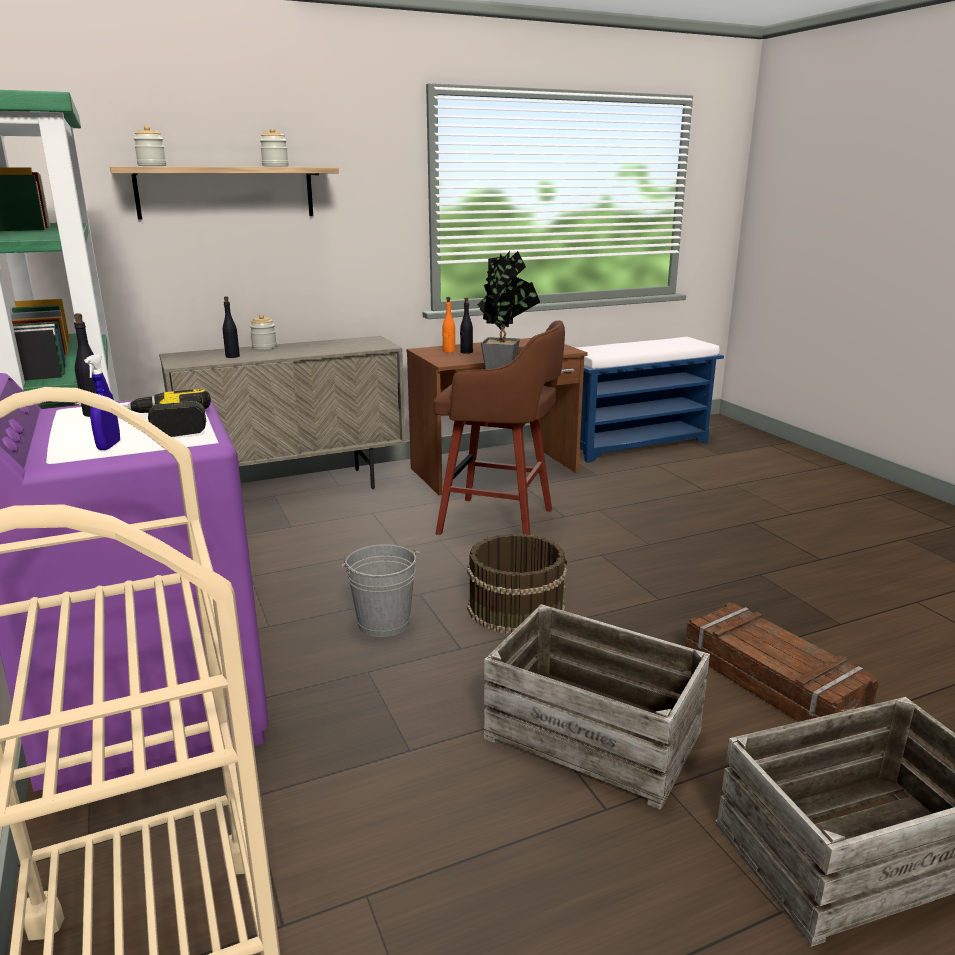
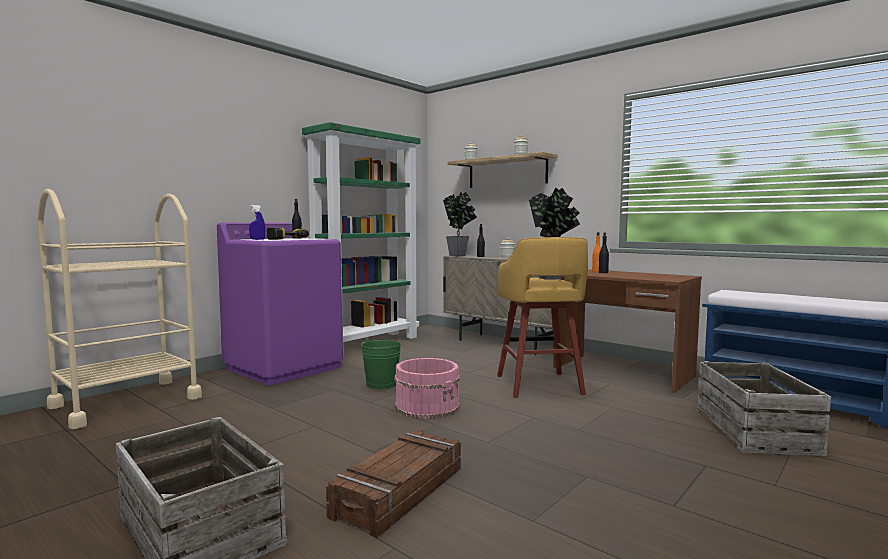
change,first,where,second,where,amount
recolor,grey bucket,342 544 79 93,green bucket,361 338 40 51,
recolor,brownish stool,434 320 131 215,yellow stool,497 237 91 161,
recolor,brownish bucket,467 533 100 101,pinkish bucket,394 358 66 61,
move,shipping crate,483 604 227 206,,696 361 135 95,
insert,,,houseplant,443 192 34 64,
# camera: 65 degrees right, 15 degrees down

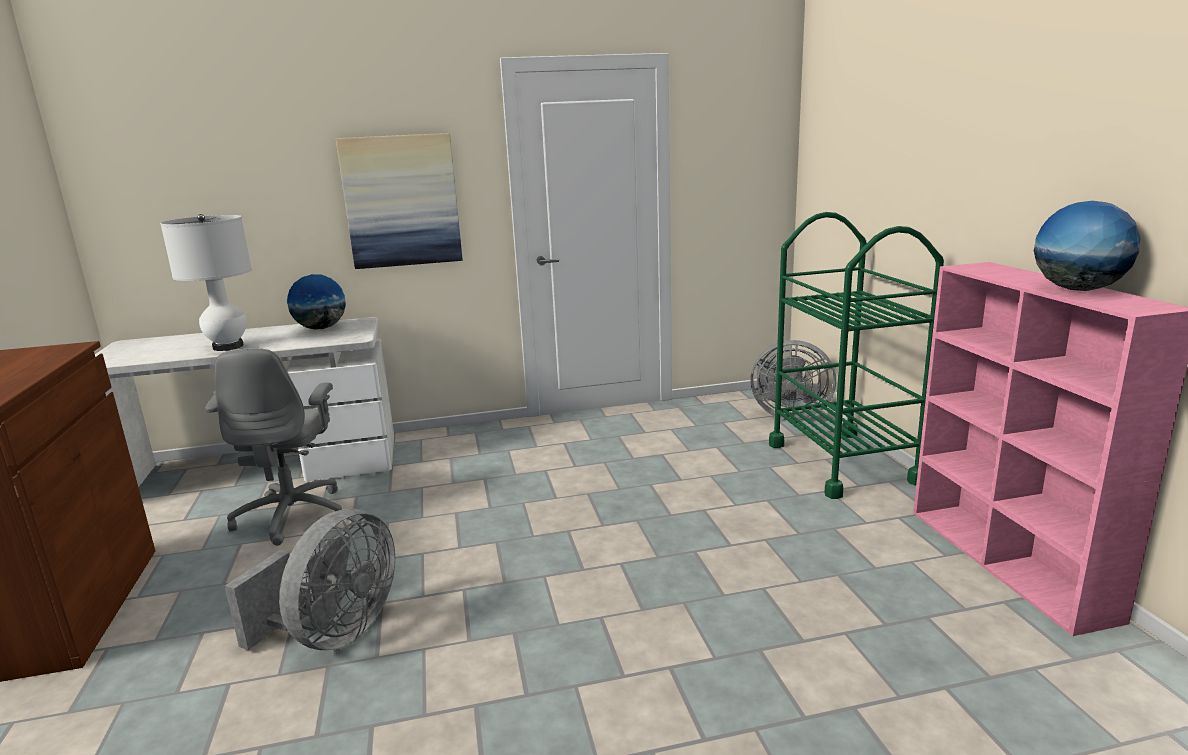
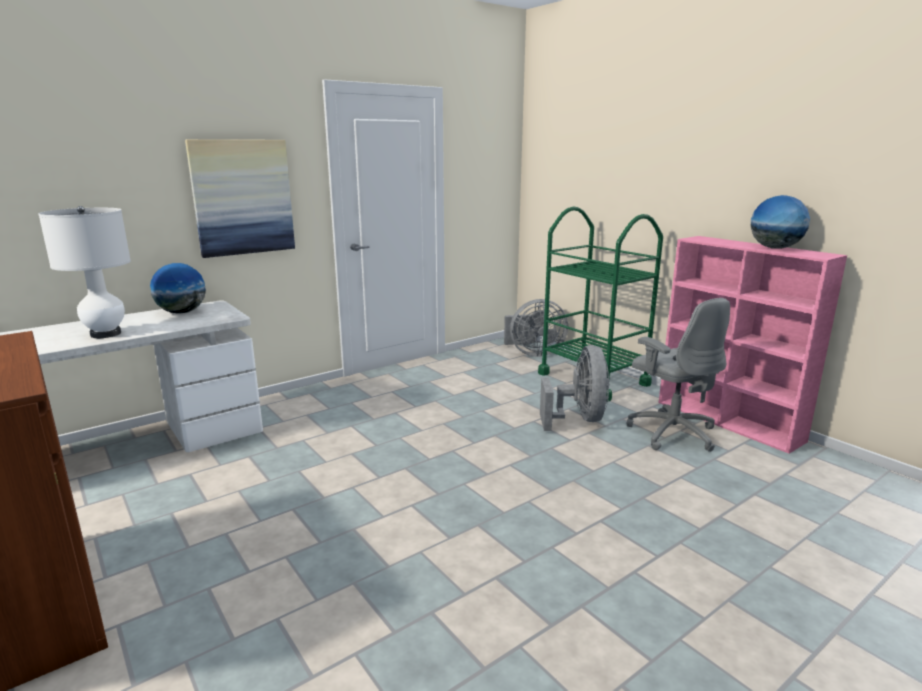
change,first,where,second,where,amount
move,grey desk chair,205 348 137 198,,626 298 104 154,
move,grey cooling fan,225 509 170 141,,540 345 70 86,
# camera: 25 degrees left, 0 degrees up

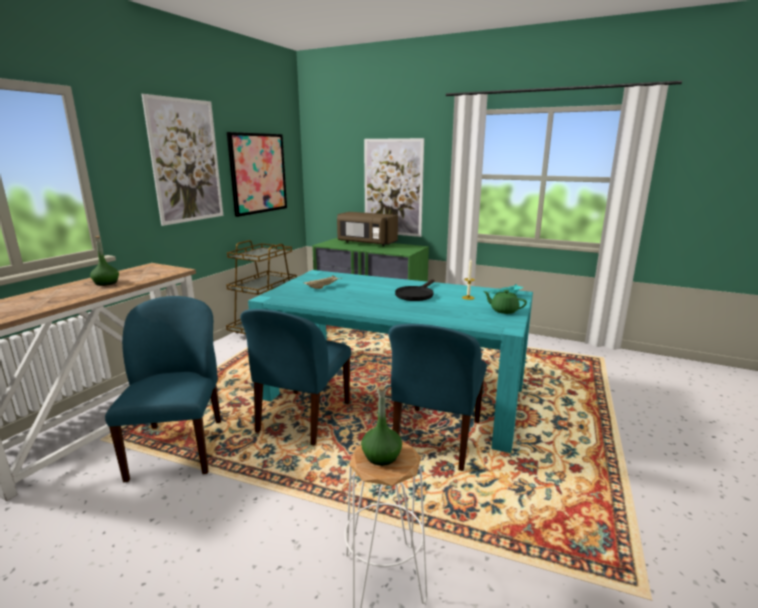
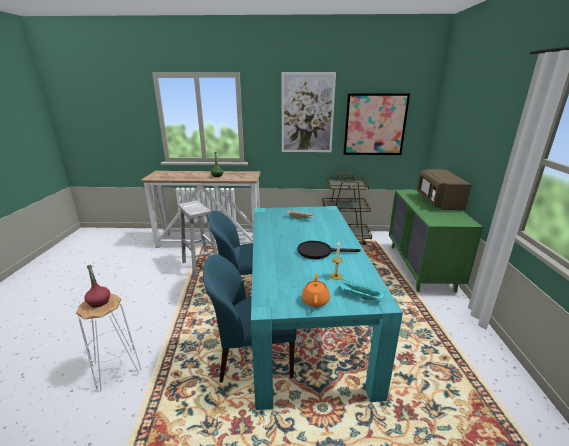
change,first,where,second,where,amount
replace,blue-coloured chair,105 296 116 186,whitish stool,178 200 40 77,
recolor,green beverage bottle,361 386 41 80,red-coloured beverage bottle,84 265 26 43,
delete,wall art,364 138 60 99,,,
recolor,green teapot,483 290 44 24,orange-coloured teapot,302 273 28 34,
# camera: 65 degrees right, 5 degrees up

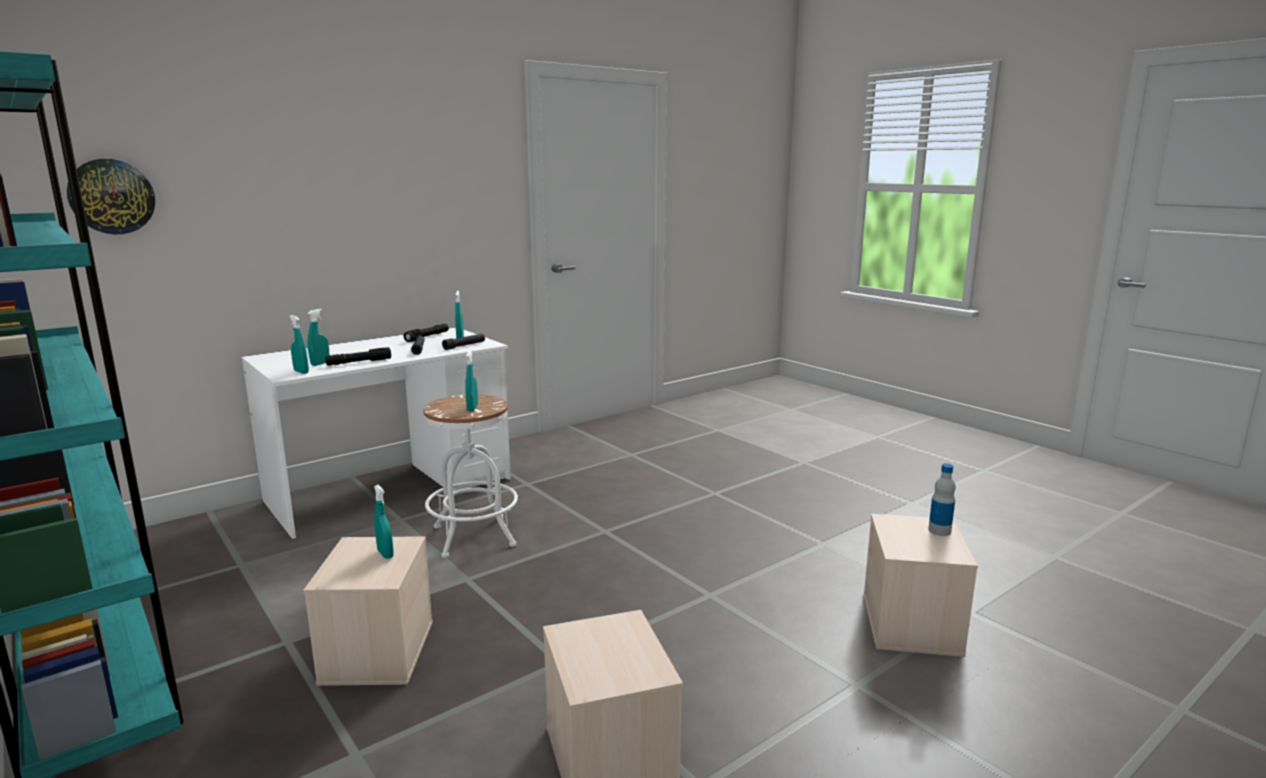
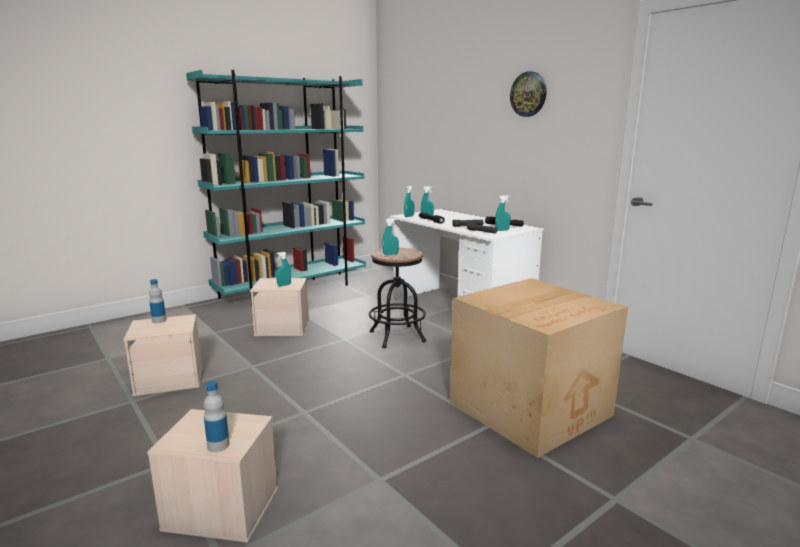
change,first,where,second,where,amount
move,clock on the wall,67 159 88 75,,510 71 37 46,
recolor,whitish stool,423 394 95 164,blackish stool,369 248 57 100,
insert,,,beverage bottle,149 279 17 44,
insert,,,carton,450 278 178 180,
# camera: 90 degrees right, 0 degrees up

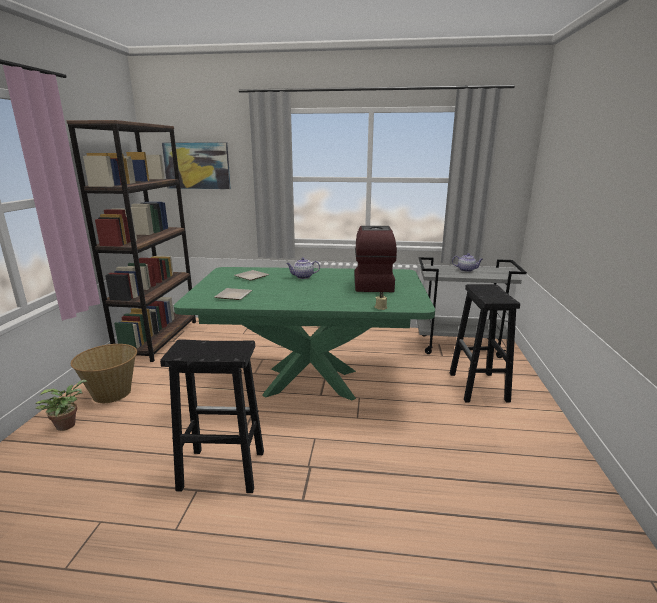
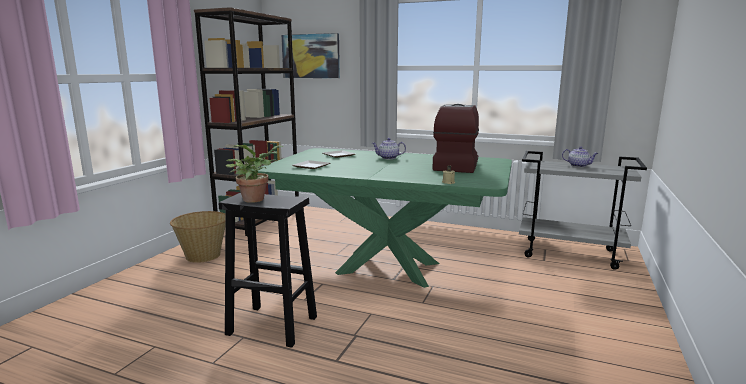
change,first,where,second,where,amount
move,houseplant,36 380 51 51,,226 145 57 58,
delete,blackish stool,450 284 70 118,,,
# camera: 15 degrees right, 5 degrees down

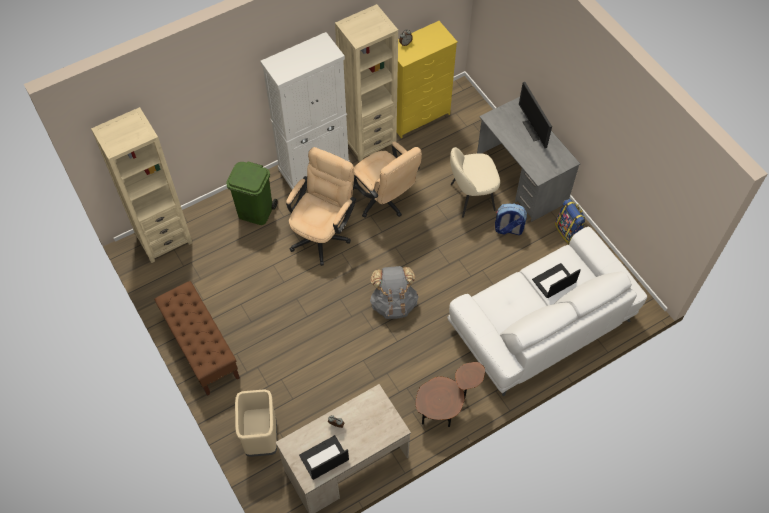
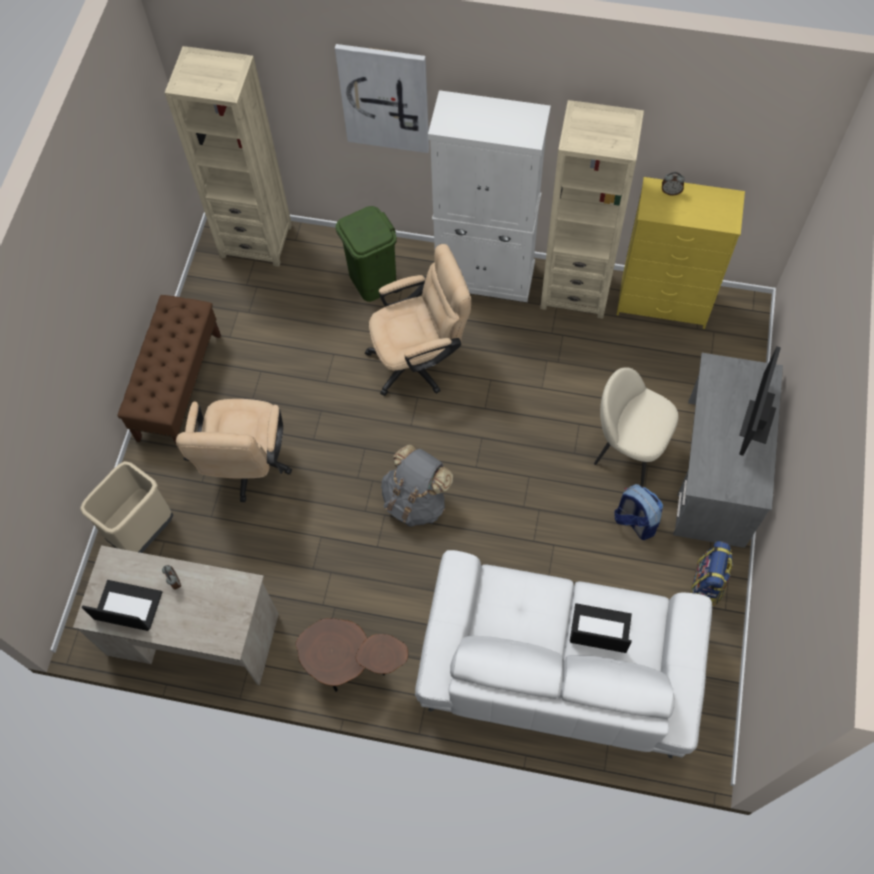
change,first,where,second,where,amount
move,beige-coloured desk chair,353 141 69 77,,176 399 116 103,
insert,,,wall art,335 44 94 109,
# camera: 45 degrees right, 5 degrees up

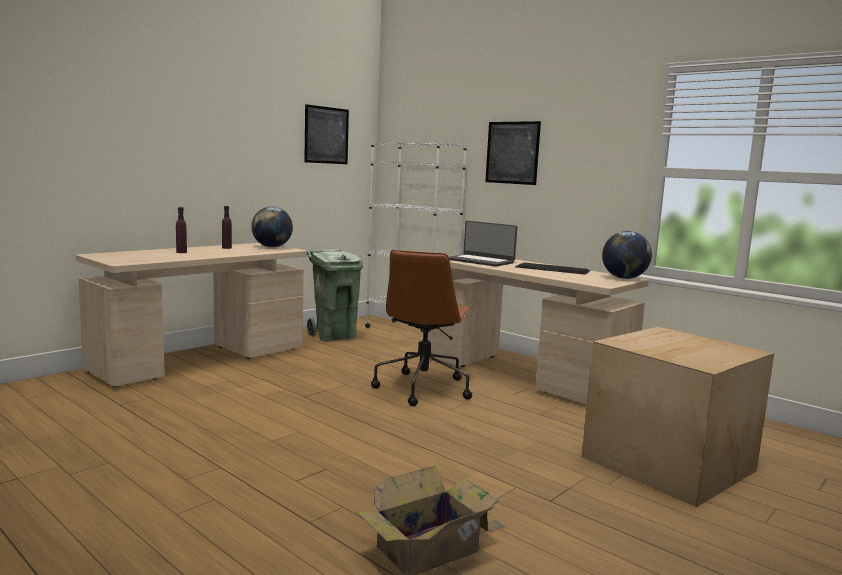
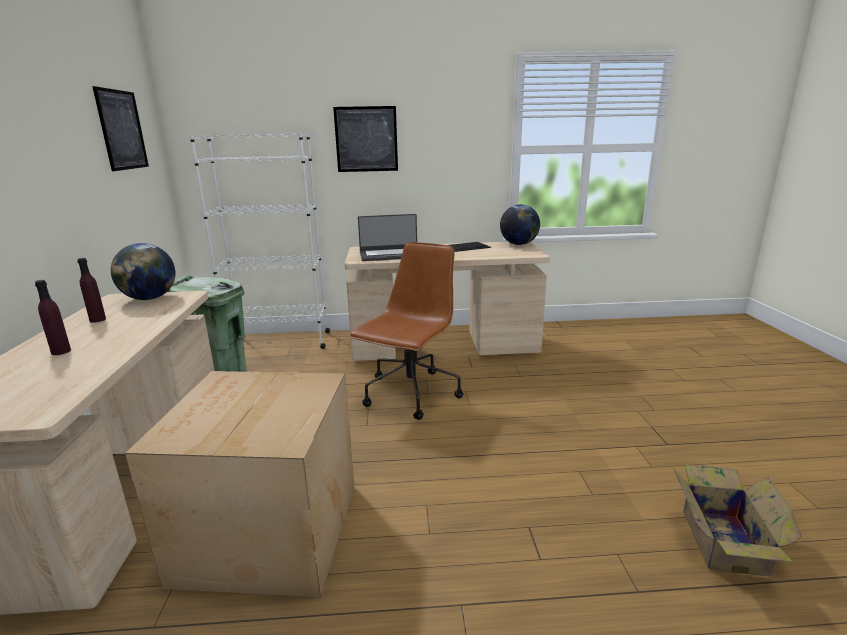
change,first,where,second,where,amount
rotate,brownish desk chair,371 250 101 156,,348 242 115 178,120 degrees counterclockwise
move,carton,582 327 192 180,,125 371 229 226,
# camera: 45 degrees left, 10 degrees up

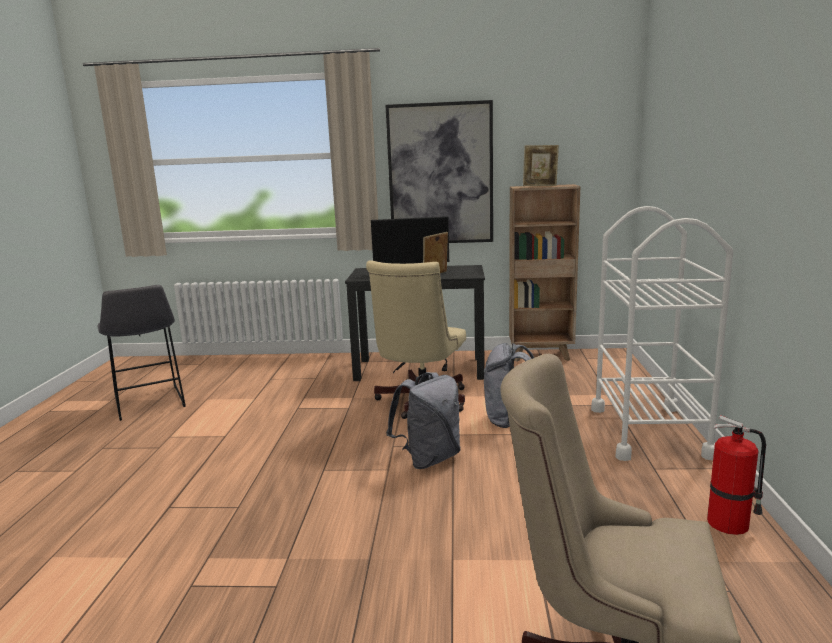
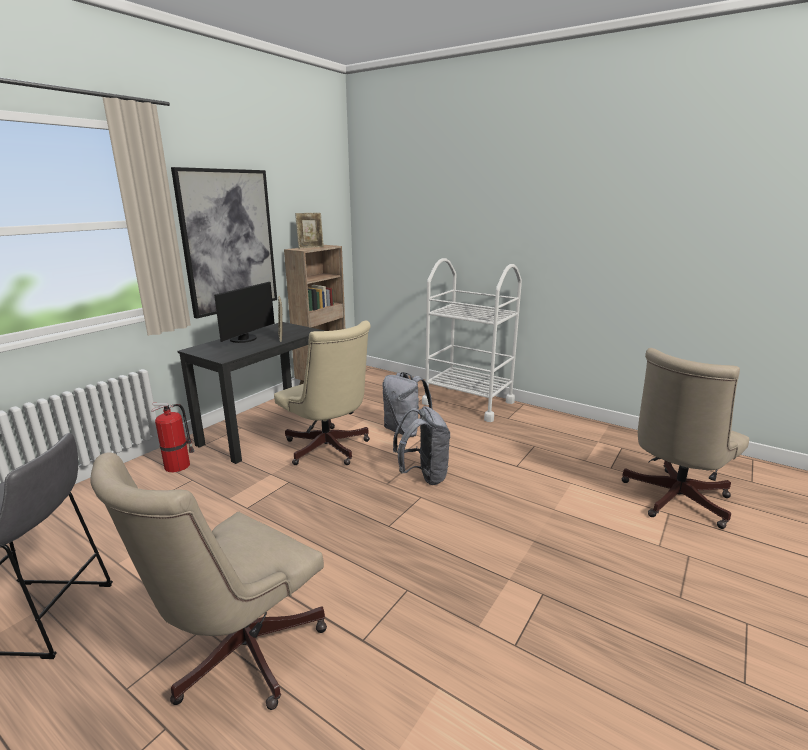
change,first,where,second,where,amount
move,extinguisher,707 415 59 120,,151 403 43 69,
insert,,,beige-coloured desk chair,90 452 237 258,
# camera: 60 degrees left, 5 degrees up

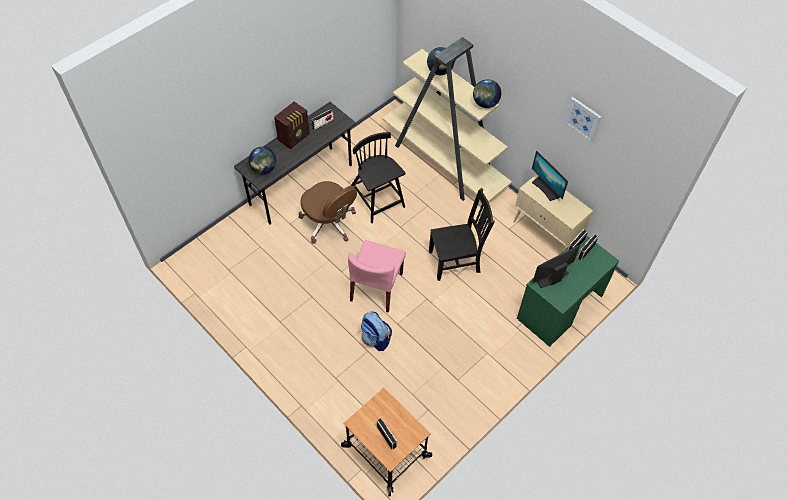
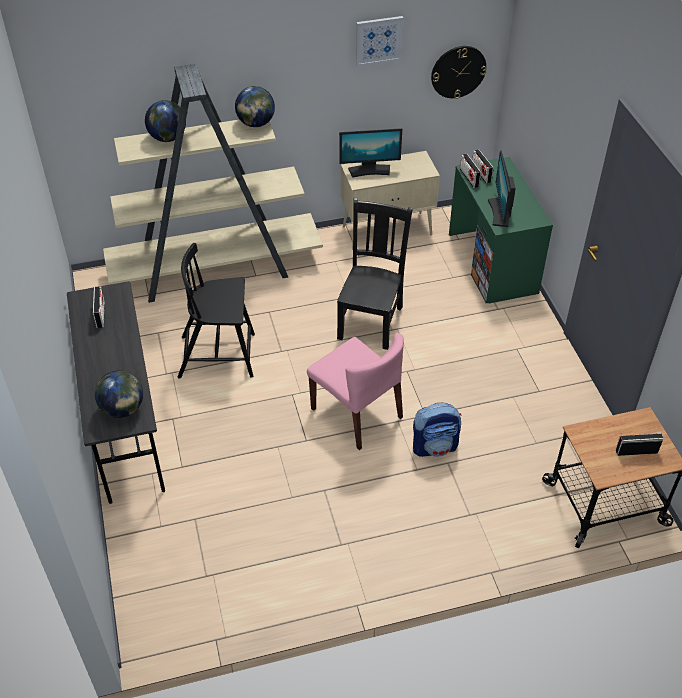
change,first,where,second,where,amount
delete,radio,274 101 36 48,,,
delete,brownish desk chair,299 181 58 63,,,
insert,,,clock on the wall,431 46 56 53,
# camera: 60 degrees left, 10 degrees down

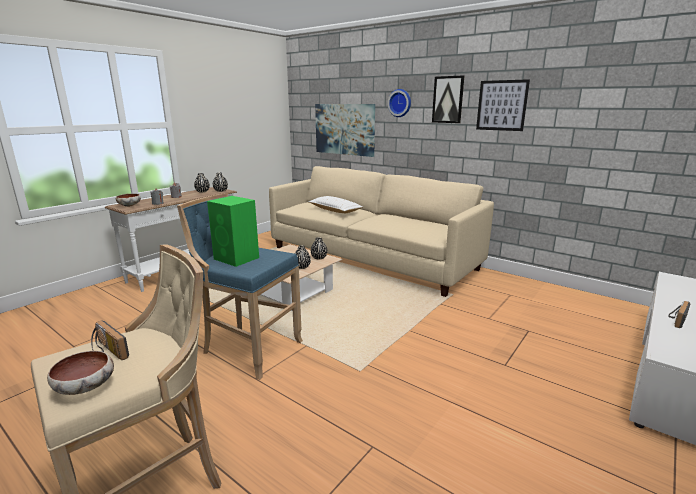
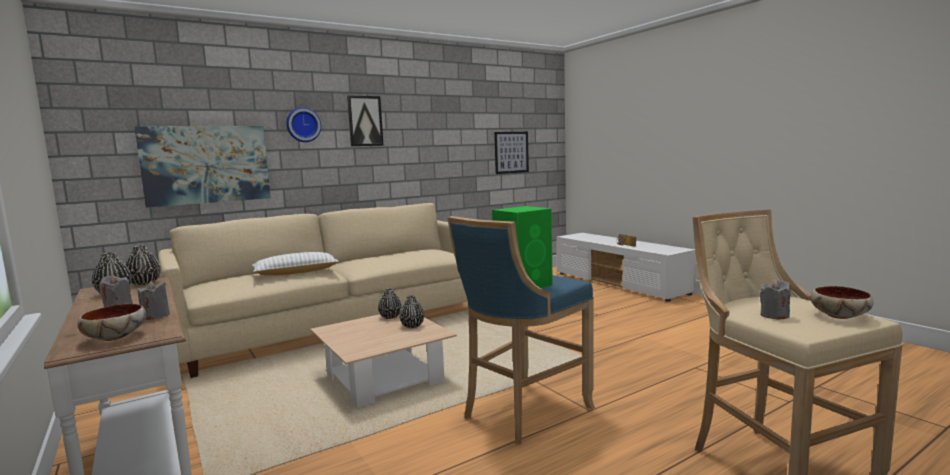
change,first,where,second,where,amount
replace,radio,91 320 38 40,grey candle,760 279 30 41,
move,wall art,476 79 54 52,,494 132 35 42,
# camera: 70 degrees left, 10 degrees down

